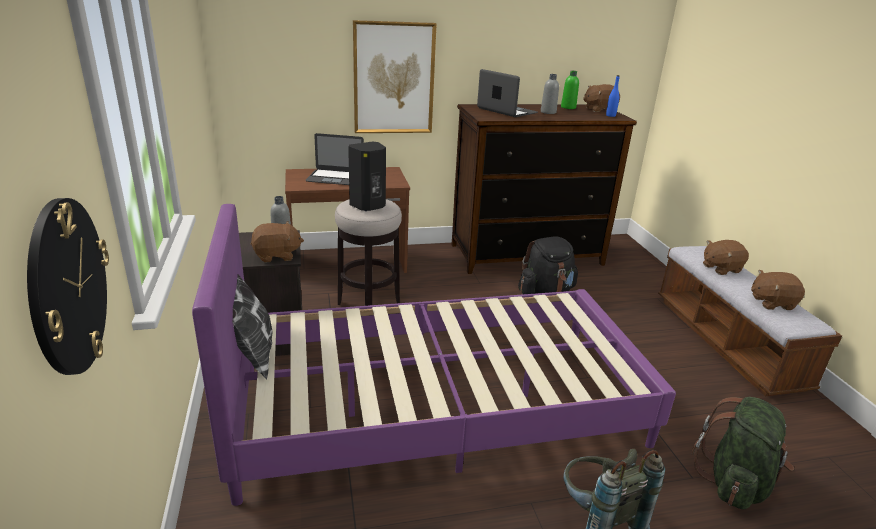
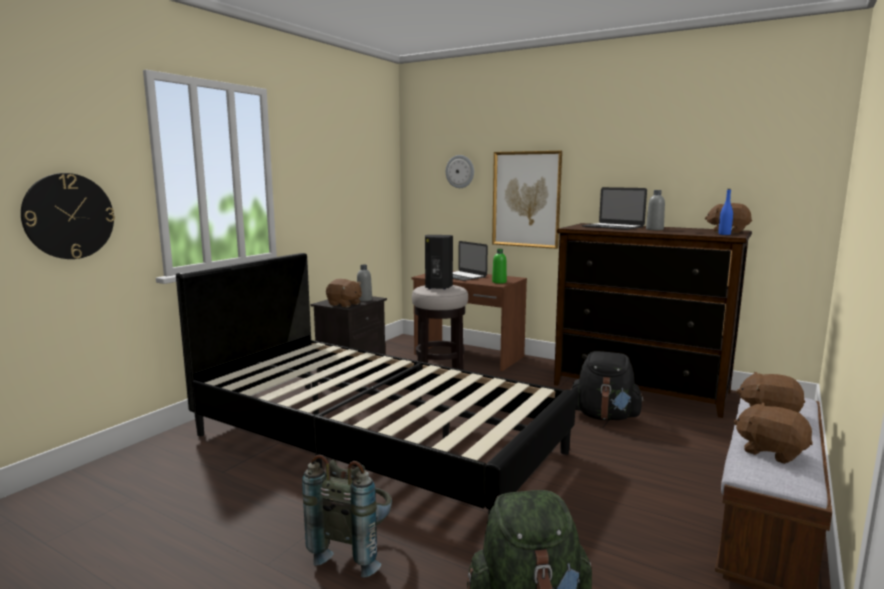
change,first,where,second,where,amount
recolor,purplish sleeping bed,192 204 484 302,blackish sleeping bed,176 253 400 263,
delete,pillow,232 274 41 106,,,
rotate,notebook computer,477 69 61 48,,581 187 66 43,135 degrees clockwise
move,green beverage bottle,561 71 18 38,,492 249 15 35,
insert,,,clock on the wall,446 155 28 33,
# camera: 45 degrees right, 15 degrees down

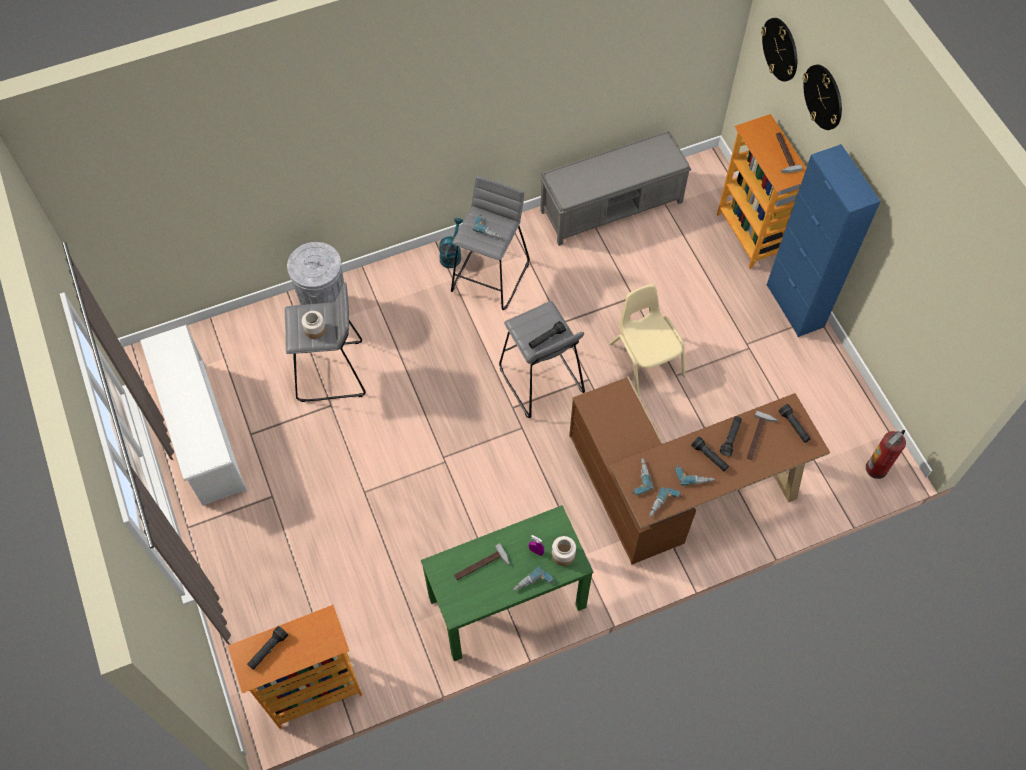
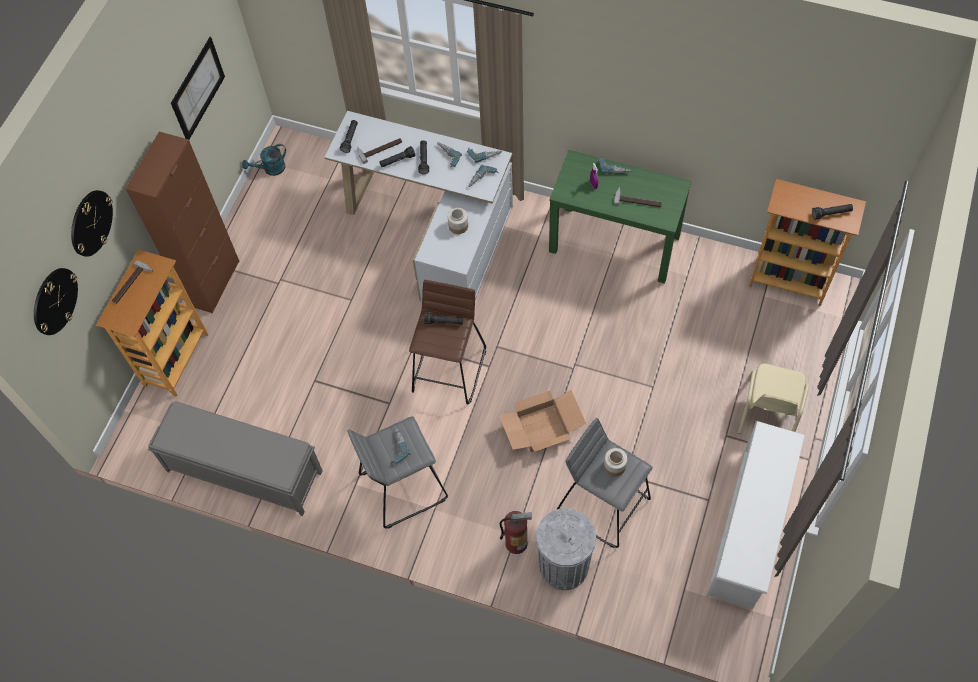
change,first,where,second,where,amount
move,turquoise sprinkling can,439 218 24 50,,242 144 44 32,
recolor,grey stool,499 301 86 117,brownish stool,409 280 77 124,
move,preserve jar,552 536 24 30,,448 208 20 26,
recolor,brownish desk table,569 376 261 188,whitish desk table,324 111 189 190,
move,beige-coloured chair,609 284 77 111,,738 363 71 71,
recolor,blue-coloured cupboard,767 144 114 193,brownish cupboard,126 132 113 181,
move,extinguisher,866 430 40 49,,500 511 32 43,
insert,,,wall art,171 37 54 102,
insert,,,carton,499 390 87 62,
# camera: 135 degrees left, 0 degrees up

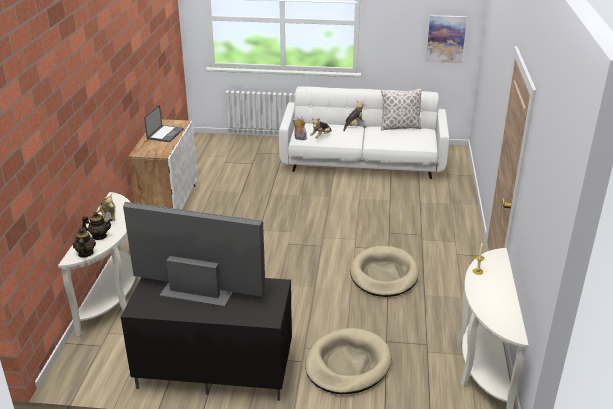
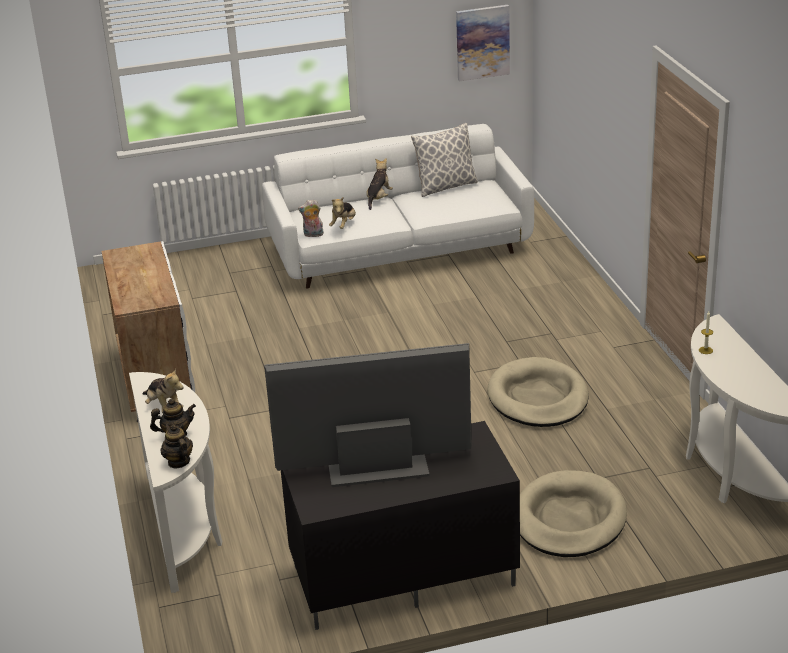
change,first,where,second,where,amount
delete,notebook computer,144 105 40 37,,,
# camera: 20 degrees left, 0 degrees up

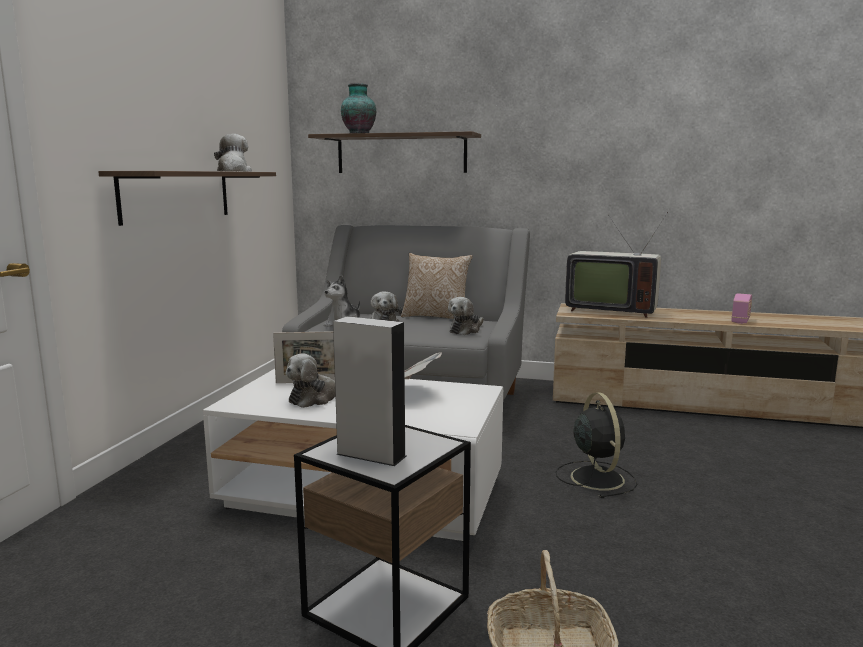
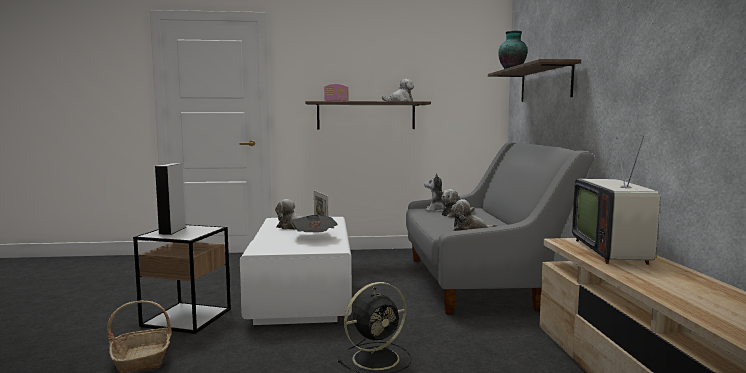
change,first,where,second,where,amount
delete,pillow,401 253 72 66,,,
move,radio,731 293 21 31,,324 84 25 17,
# camera: 70 degrees right, 5 degrees down

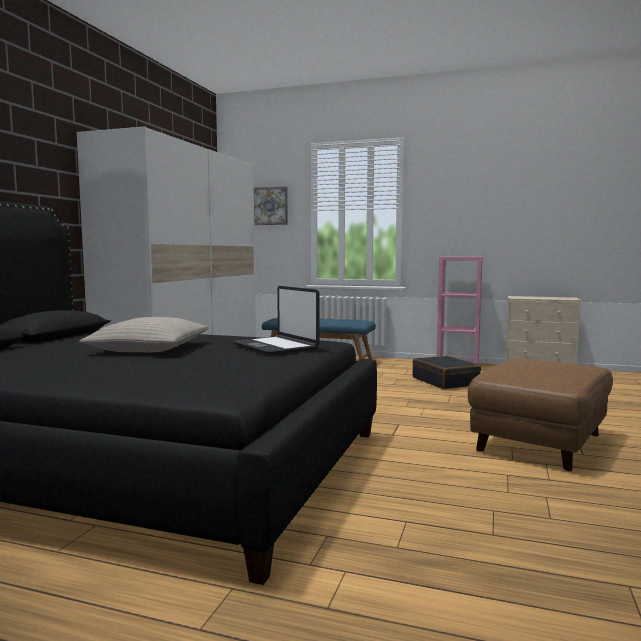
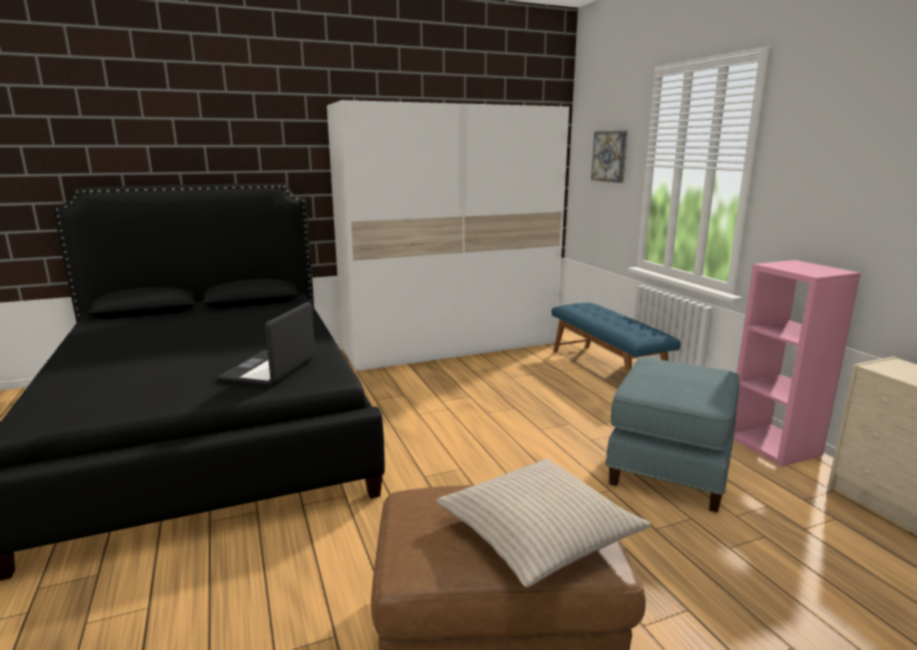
change,first,where,second,where,amount
move,beige-coloured pillow,79 317 130 35,,436 458 215 129,
replace,blackish suitcase,412 356 69 33,blue-coloured ottoman,605 358 134 155,
# camera: 50 degrees right, 10 degrees up

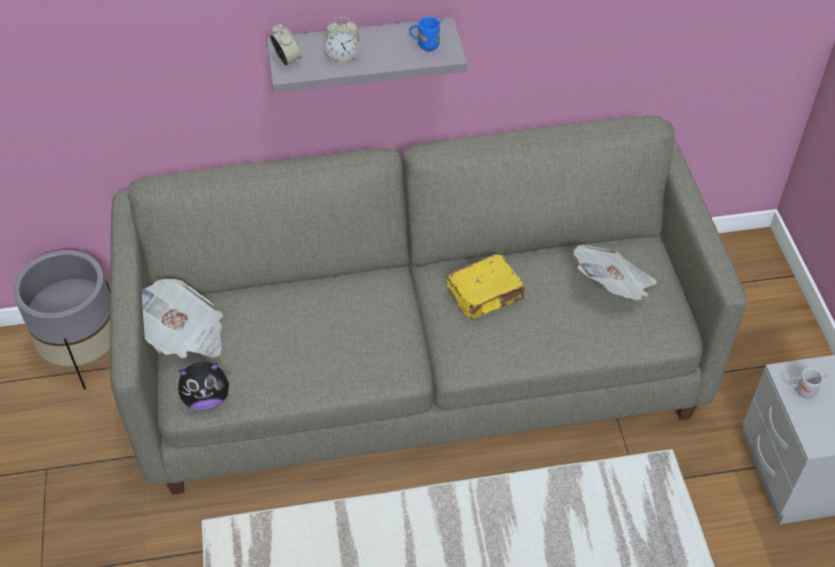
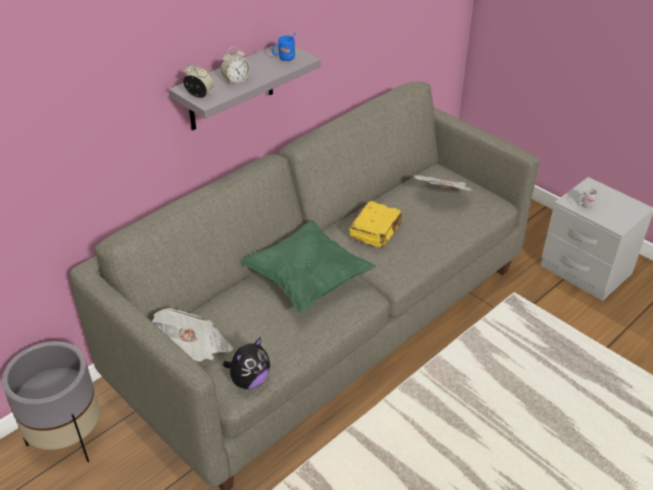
change,first,where,second,where,amount
insert,,,green pillow,240 220 136 93,
# camera: 35 degrees left, 10 degrees down

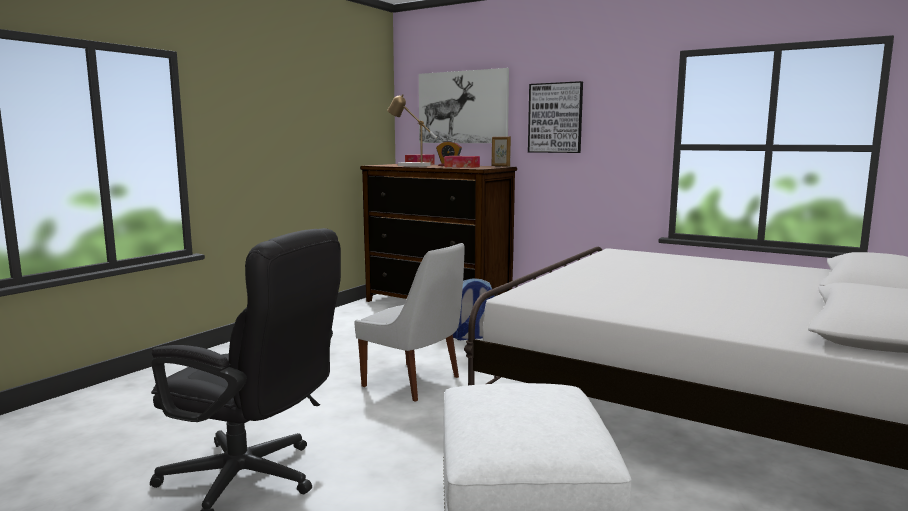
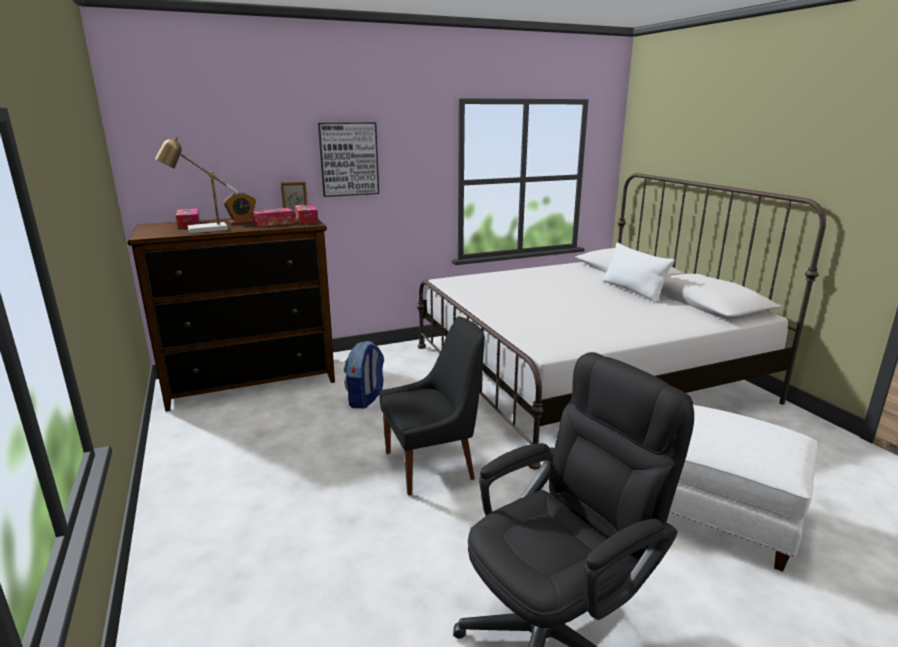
change,first,where,second,where,amount
recolor,whitish chair,354 243 111 159,blackish chair,379 316 106 179,
delete,wall art,419 68 90 75,,,
insert,,,tissue holder,295 204 23 19,
insert,,,whitish pillow,602 242 73 61,
# camera: 55 degrees left, 10 degrees up

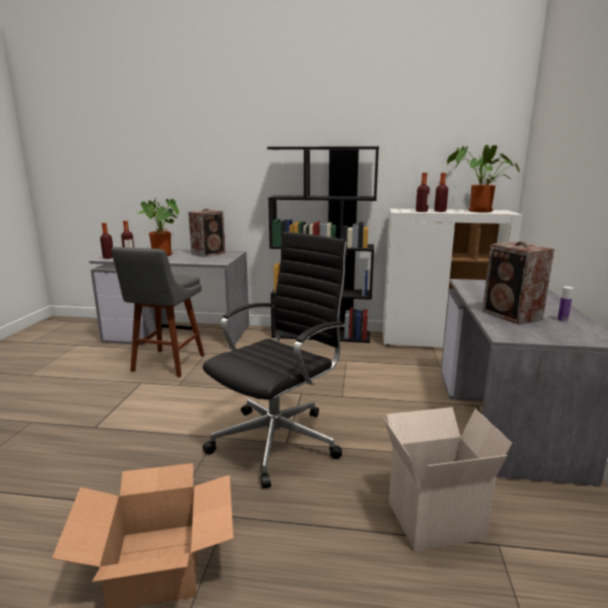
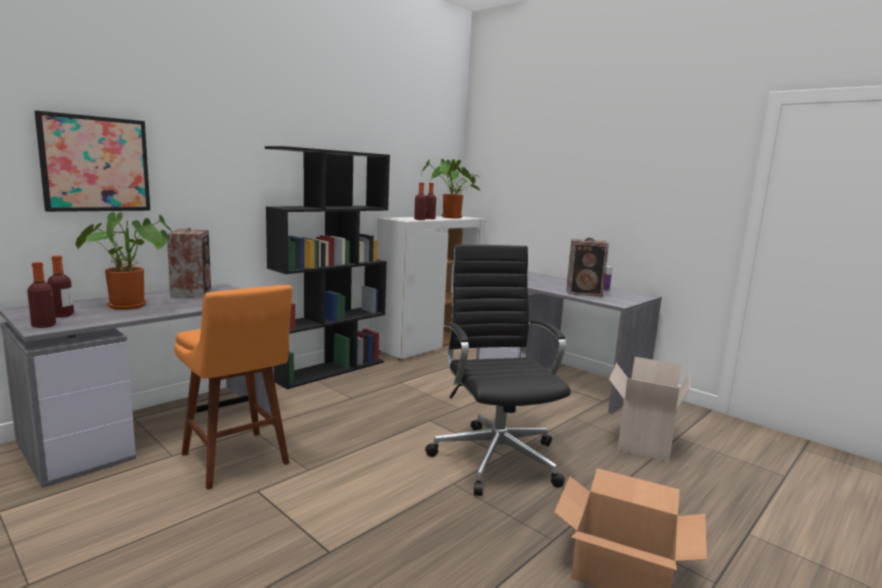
change,first,where,second,where,amount
recolor,grey stool,111 247 94 130,orange-coloured stool,174 285 118 205,
insert,,,wall art,35 111 115 101,
# camera: 55 degrees left, 5 degrees down

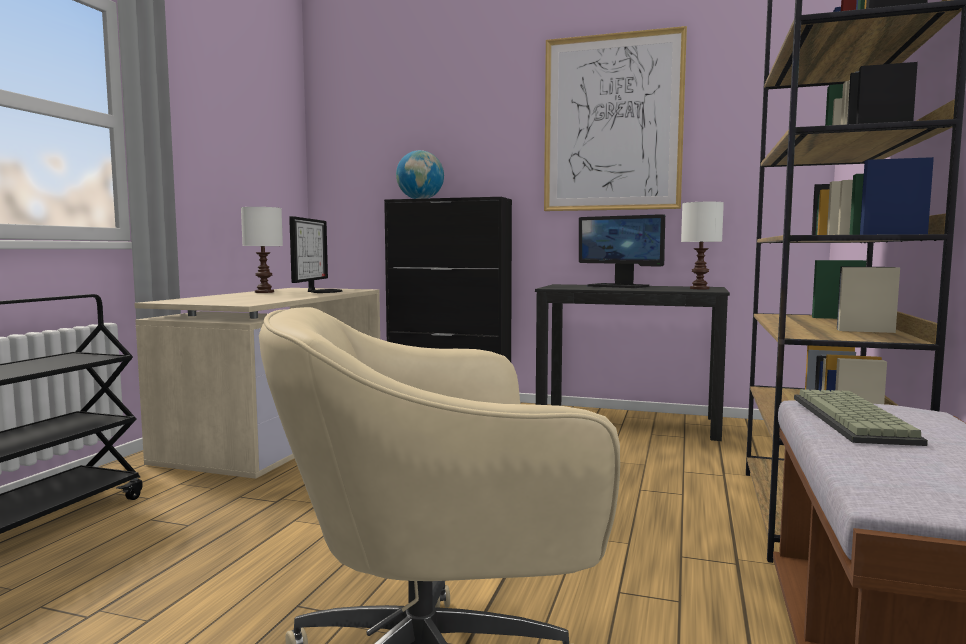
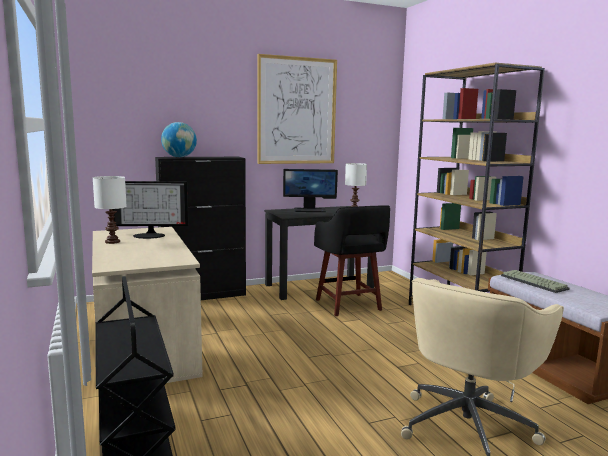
change,first,where,second,where,amount
rotate,monitor,289 216 53 77,,112 181 77 58,120 degrees clockwise
insert,,,blackish stool,314 205 76 111,
# camera: 40 degrees left, 5 degrees up

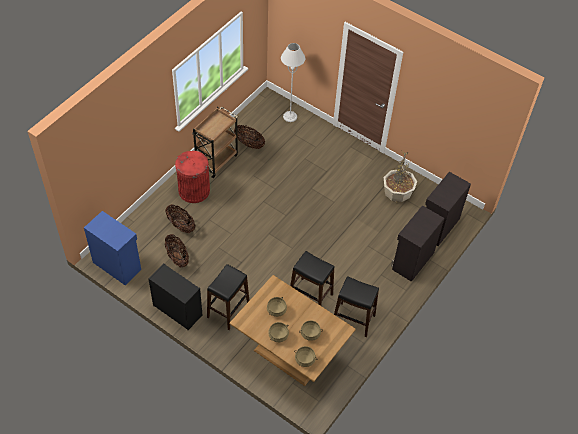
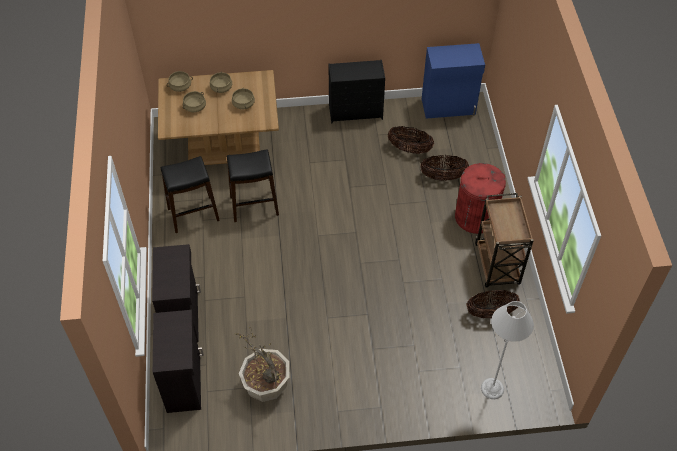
change,first,where,second,where,amount
delete,blackish stool,207 264 42 66,,,
# camera: 140 degrees right, 0 degrees up

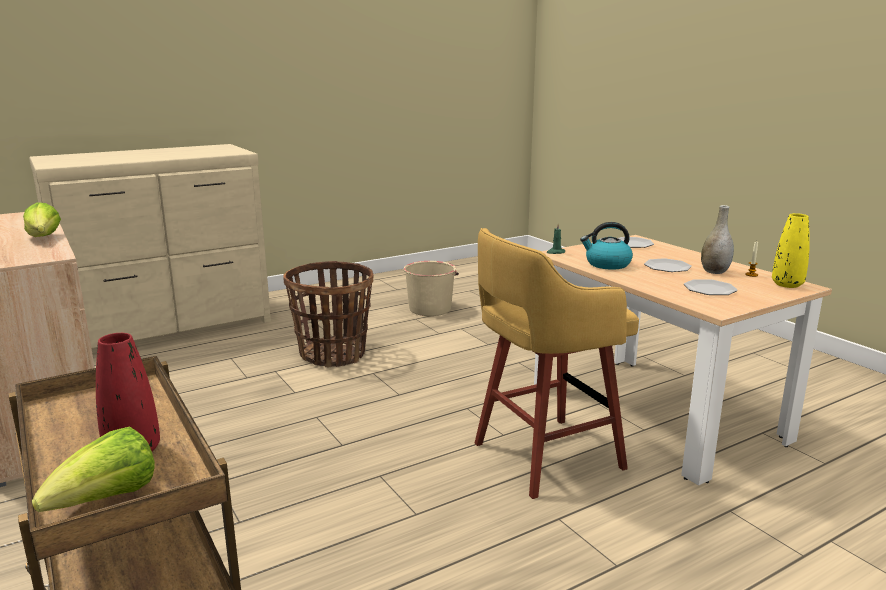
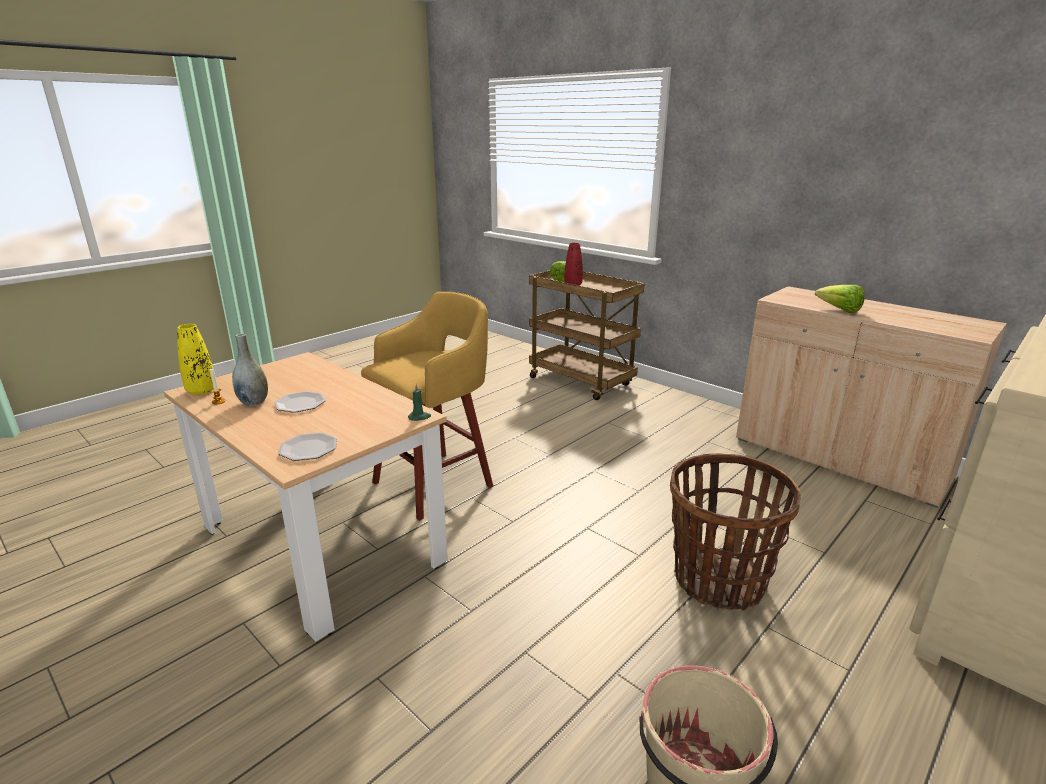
change,first,where,second,where,amount
delete,kettle,580 222 53 48,,,
delete,flat dish,684 279 53 16,,,
# camera: 165 degrees right, 5 degrees up

